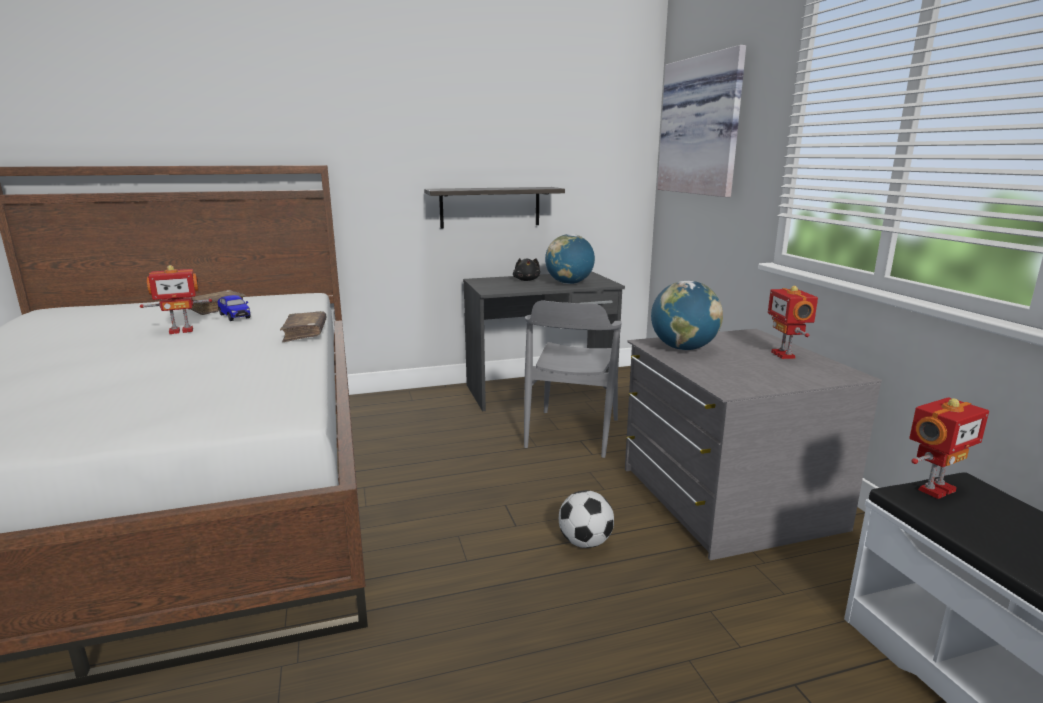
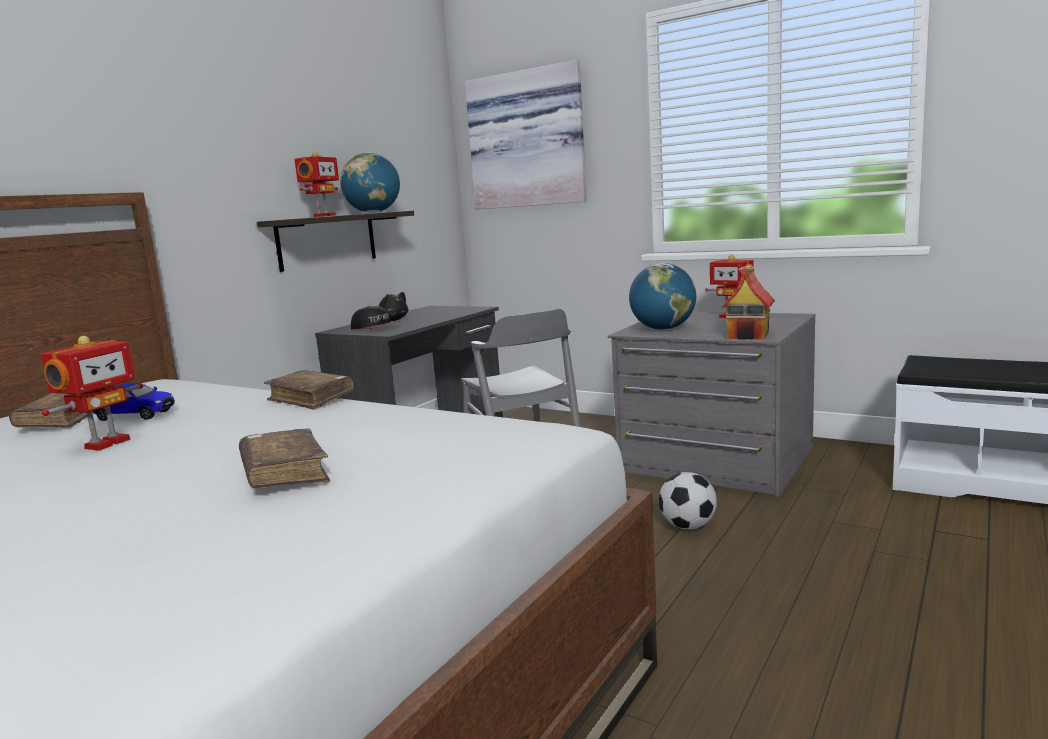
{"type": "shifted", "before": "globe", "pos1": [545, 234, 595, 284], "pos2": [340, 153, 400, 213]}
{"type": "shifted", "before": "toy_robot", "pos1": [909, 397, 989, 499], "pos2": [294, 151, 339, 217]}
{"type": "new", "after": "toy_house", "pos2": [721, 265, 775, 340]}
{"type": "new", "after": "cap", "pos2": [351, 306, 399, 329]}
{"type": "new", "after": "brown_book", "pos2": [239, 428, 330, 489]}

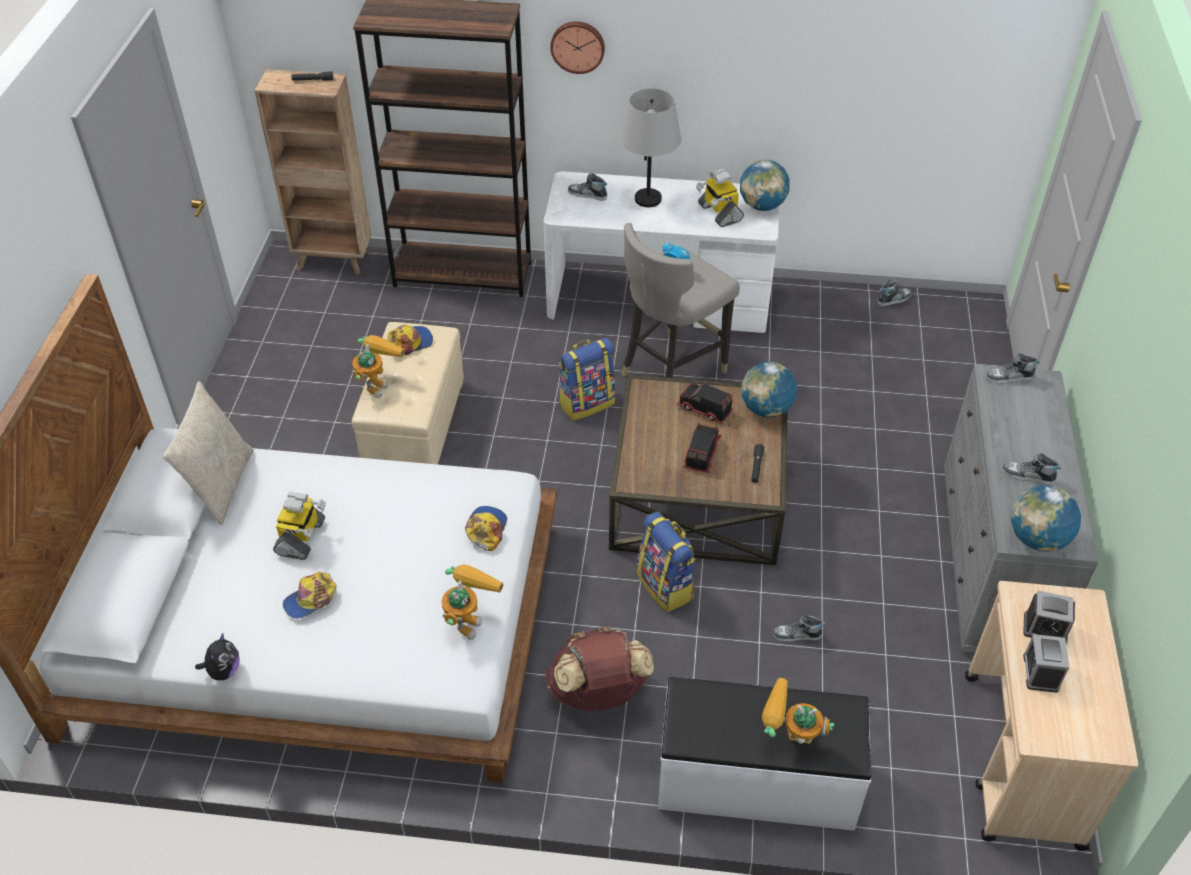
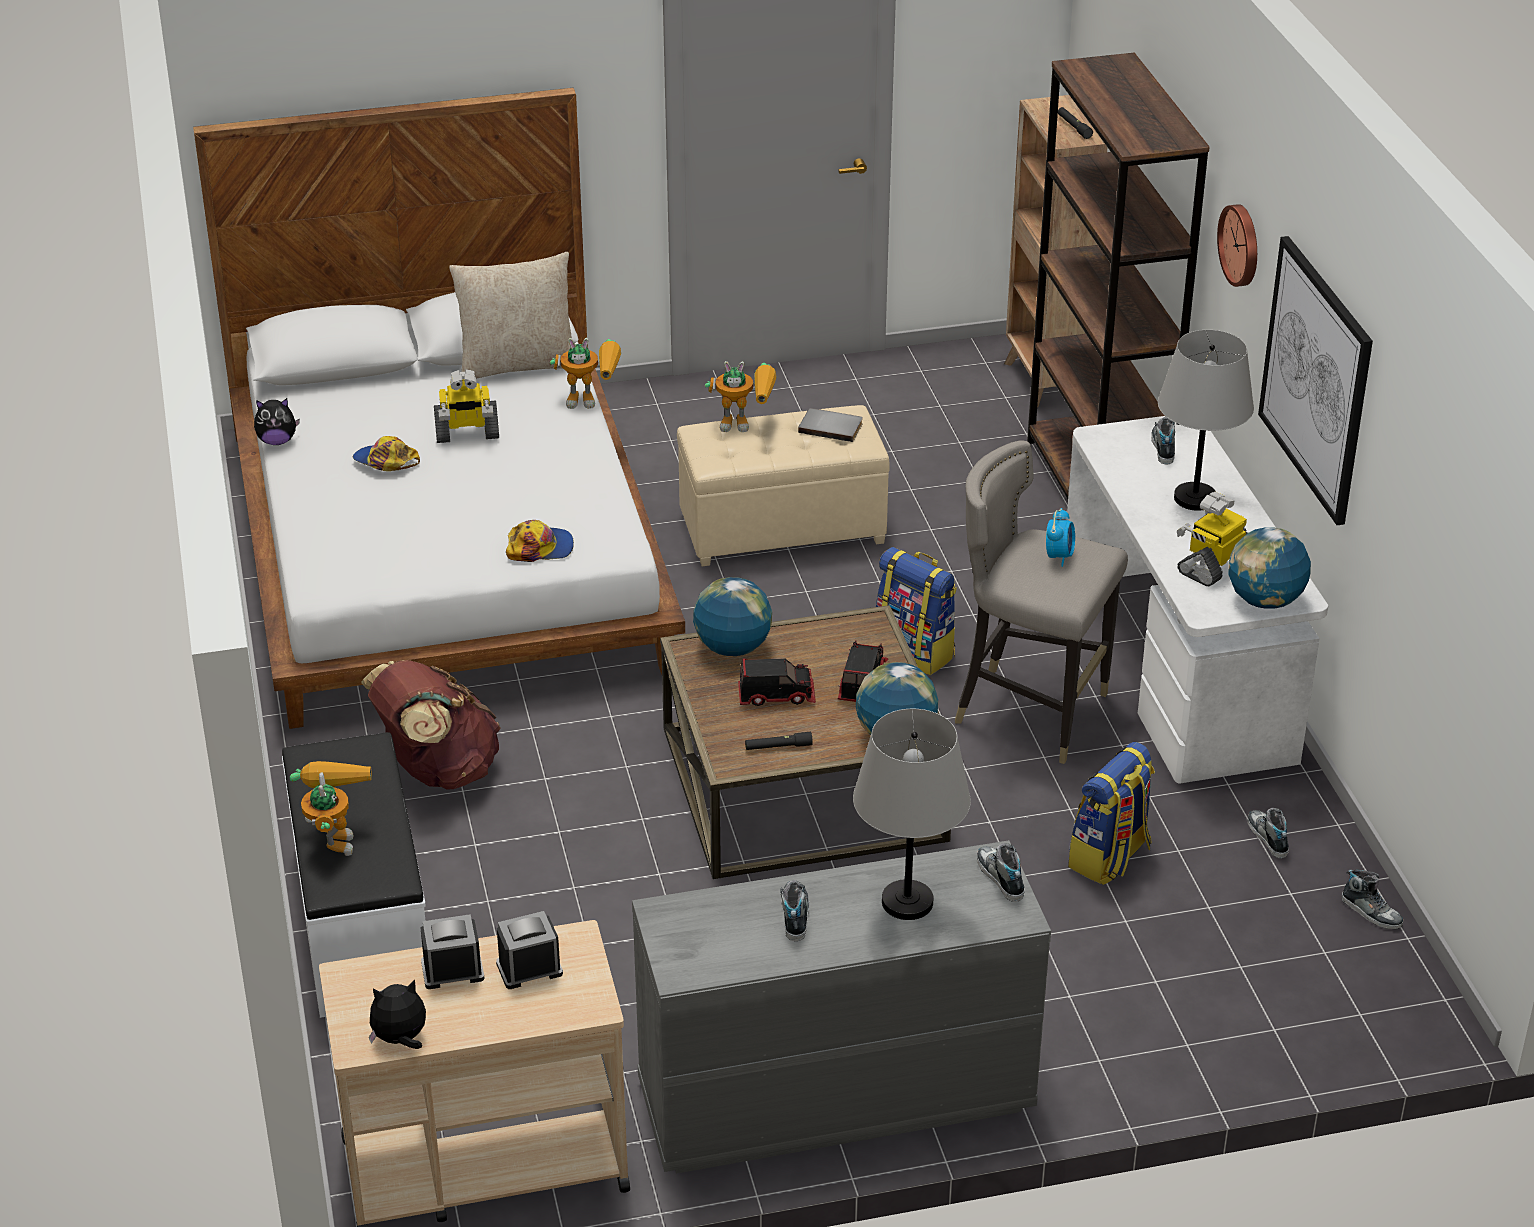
{"type": "swapped", "before": "cap", "after": "grey_book", "pos1": [387, 324, 433, 355], "pos2": [798, 408, 863, 442]}
{"type": "shifted", "before": "globe", "pos1": [1011, 485, 1081, 551], "pos2": [693, 577, 772, 656]}
{"type": "shifted", "before": "backpack", "pos1": [637, 512, 696, 612], "pos2": [1068, 742, 1155, 885]}
{"type": "shifted", "before": "toy_robot", "pos1": [442, 564, 503, 640], "pos2": [550, 338, 621, 409]}
{"type": "rotated", "before": "alarm_clock", "pos1": [1023, 591, 1075, 643], "pos2": [496, 911, 563, 989], "turn": 75}
{"type": "shifted", "before": "shoe", "pos1": [772, 614, 825, 642], "pos2": [1247, 808, 1289, 858]}
{"type": "new", "after": "picture", "pos2": [1258, 236, 1373, 525]}
{"type": "new", "after": "grey_table_lamp", "pos2": [853, 709, 971, 920]}
{"type": "new", "after": "plush_toy", "pos2": [369, 979, 426, 1049]}

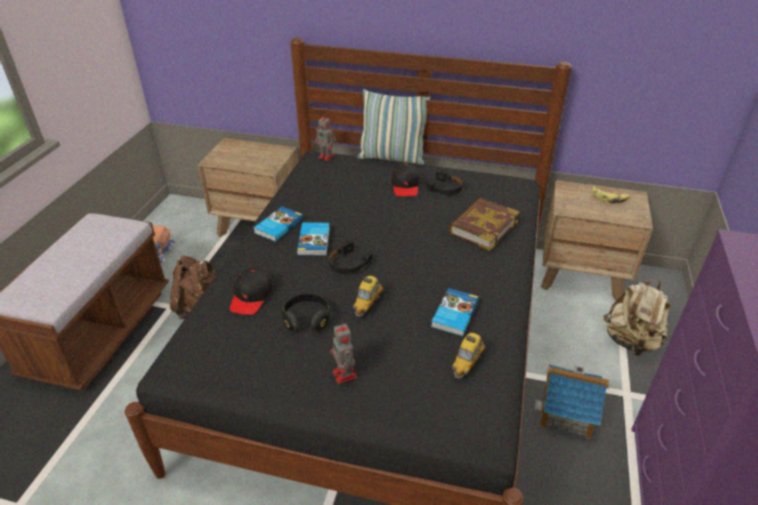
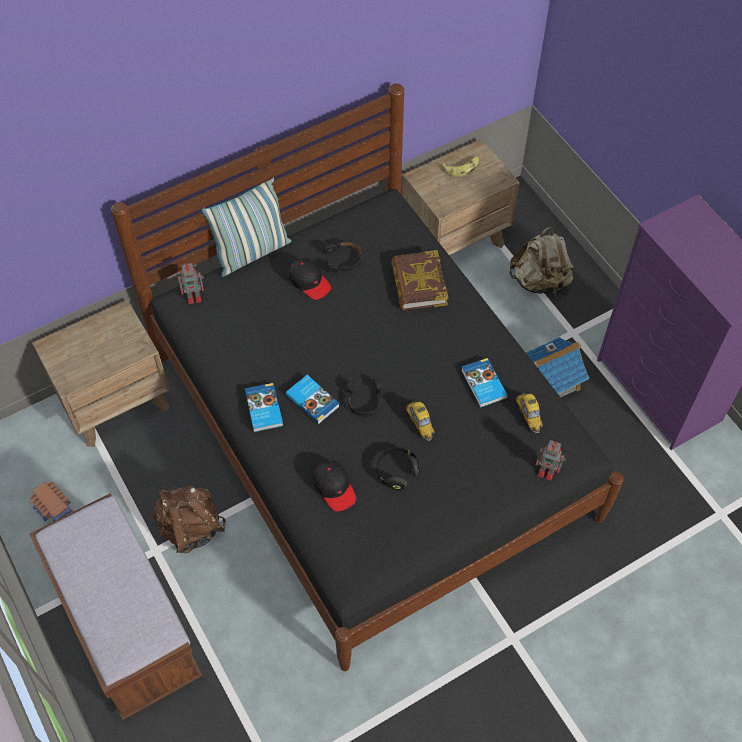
{"type": "shifted", "before": "toy_robot", "pos1": [330, 322, 357, 384], "pos2": [536, 440, 566, 481]}

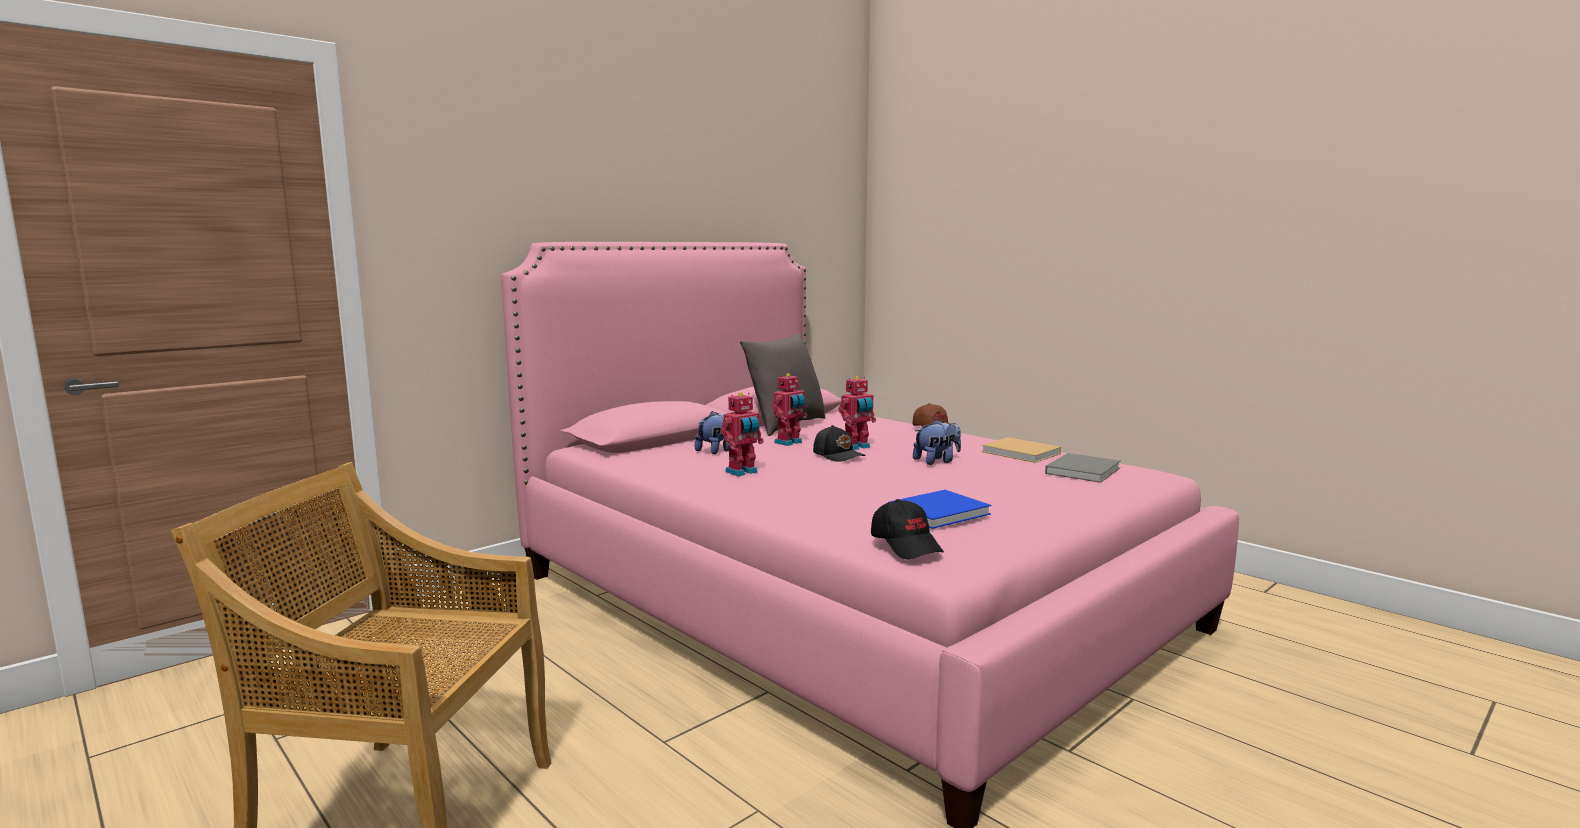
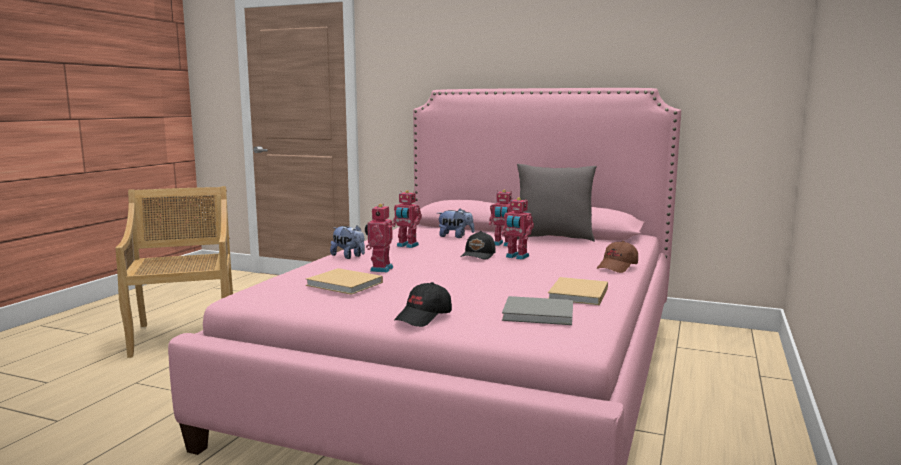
{"type": "shifted", "before": "plush_toy", "pos1": [913, 419, 961, 465], "pos2": [330, 225, 365, 259]}
{"type": "repainted", "before": "blue_book", "after": "beige_book", "pos1": [888, 490, 991, 529], "pos2": [306, 268, 383, 295]}
{"type": "shifted", "before": "black_cap", "pos1": [871, 499, 944, 559], "pos2": [394, 282, 452, 327]}
{"type": "new", "after": "toy_robot", "pos2": [365, 204, 393, 272]}

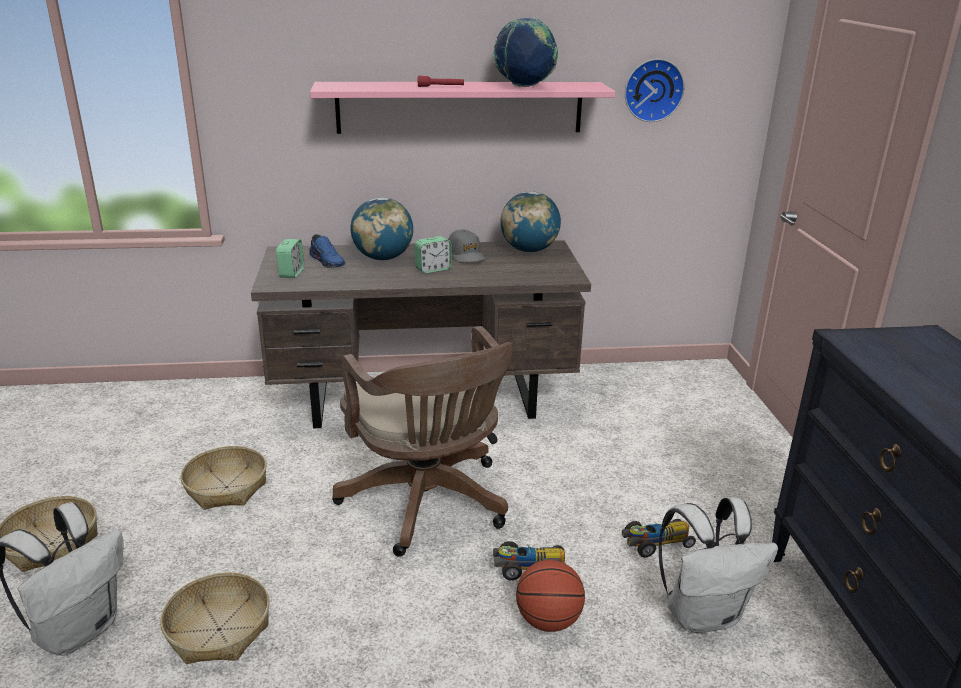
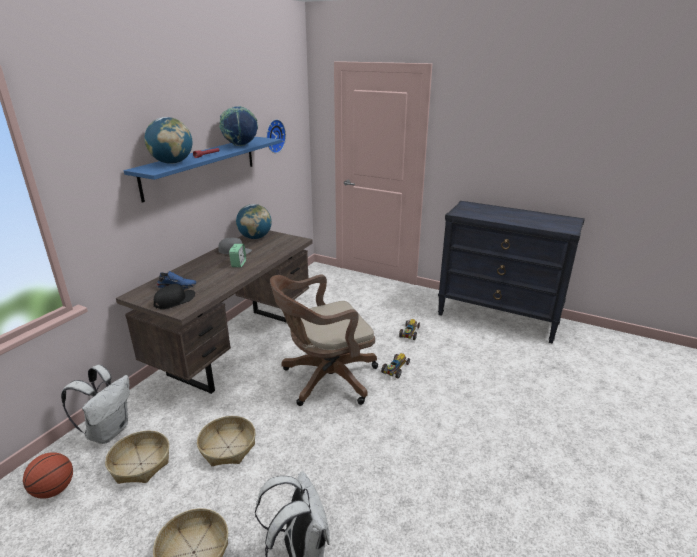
{"type": "repainted", "before": "pink_shelf", "after": "blue_shelf", "pos1": [310, 82, 616, 134], "pos2": [124, 137, 282, 203]}
{"type": "shifted", "before": "globe", "pos1": [351, 197, 413, 260], "pos2": [145, 117, 192, 164]}
{"type": "swapped", "before": "alarm_clock", "after": "black_cap", "pos1": [276, 239, 304, 278], "pos2": [153, 284, 195, 309]}
{"type": "rotated", "before": "brown_office_chair", "pos1": [332, 326, 513, 557], "pos2": [270, 274, 378, 406], "turn": 150}
{"type": "shifted", "before": "white_backpack", "pos1": [659, 497, 778, 633], "pos2": [61, 365, 130, 444]}
{"type": "shifted", "before": "basketball", "pos1": [516, 560, 585, 632], "pos2": [23, 452, 73, 499]}
{"type": "shifted", "before": "basket", "pos1": [160, 572, 270, 664], "pos2": [105, 431, 169, 484]}

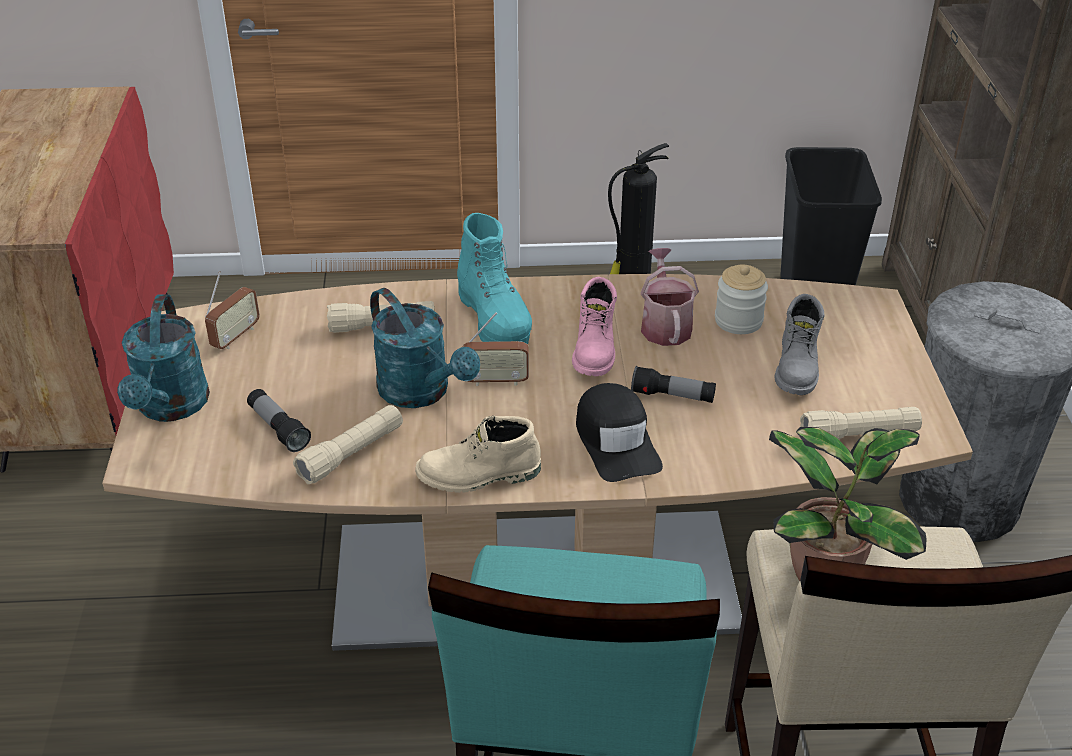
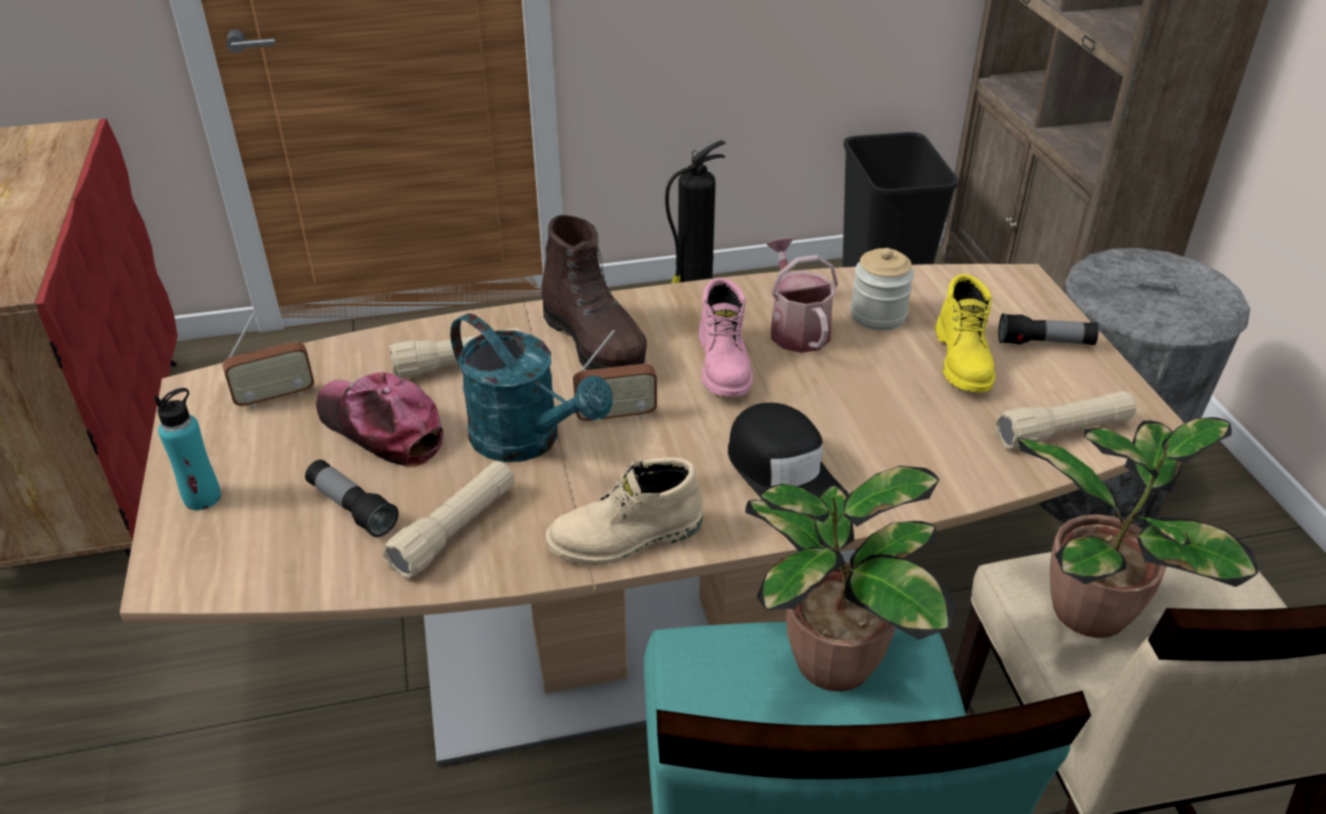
{"type": "repainted", "before": "turquoise_boot", "after": "brown_boot", "pos1": [457, 213, 532, 344], "pos2": [541, 215, 647, 370]}
{"type": "rotated", "before": "radio", "pos1": [205, 271, 260, 349], "pos2": [222, 312, 314, 409], "turn": 45}
{"type": "swapped", "before": "turquoise_watering_can", "after": "turquoise_bottle", "pos1": [117, 294, 210, 422], "pos2": [154, 388, 221, 510]}
{"type": "repainted", "before": "grey_boot", "after": "yellow_boot", "pos1": [774, 294, 825, 395], "pos2": [935, 274, 995, 393]}
{"type": "shifted", "before": "flashlight", "pos1": [631, 366, 716, 403], "pos2": [998, 313, 1099, 345]}
{"type": "new", "after": "cap", "pos2": [316, 372, 443, 467]}
{"type": "new", "after": "potted_plant", "pos2": [745, 466, 956, 692]}

